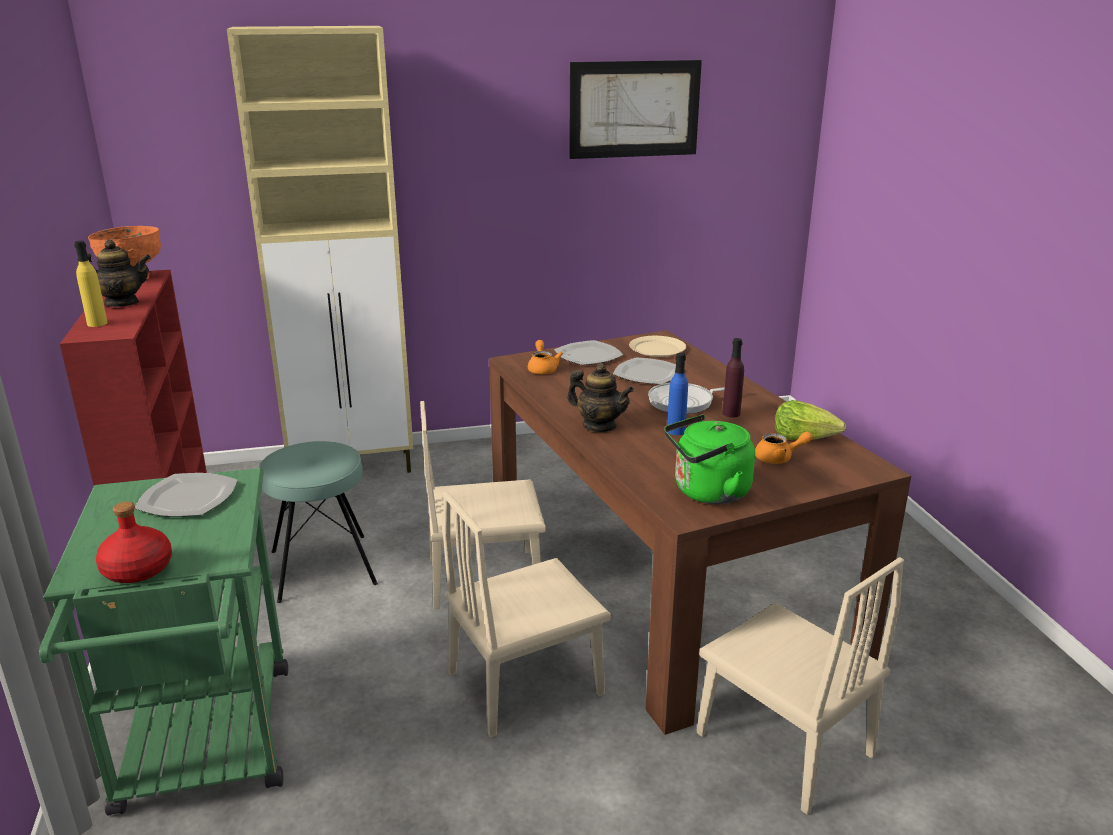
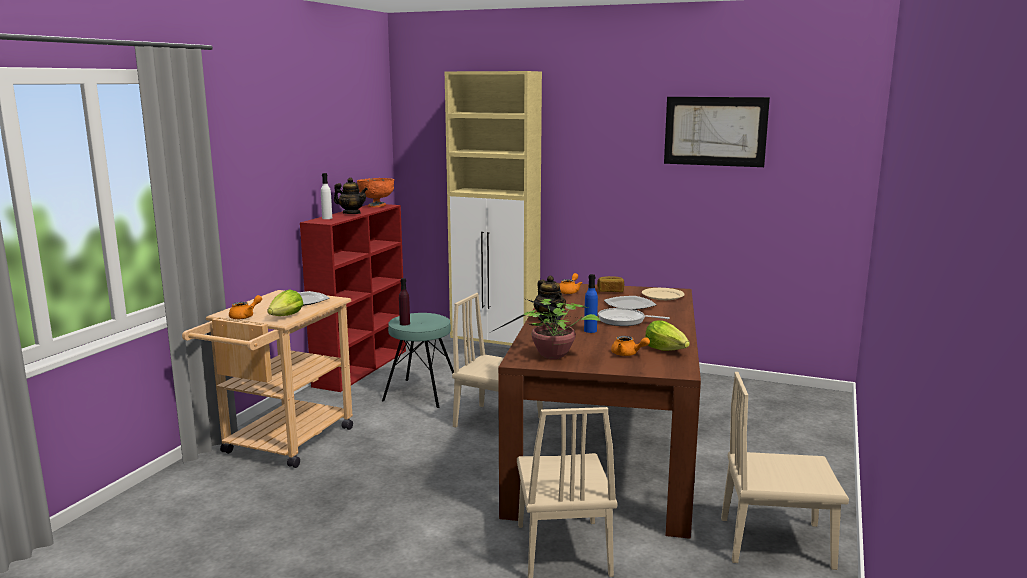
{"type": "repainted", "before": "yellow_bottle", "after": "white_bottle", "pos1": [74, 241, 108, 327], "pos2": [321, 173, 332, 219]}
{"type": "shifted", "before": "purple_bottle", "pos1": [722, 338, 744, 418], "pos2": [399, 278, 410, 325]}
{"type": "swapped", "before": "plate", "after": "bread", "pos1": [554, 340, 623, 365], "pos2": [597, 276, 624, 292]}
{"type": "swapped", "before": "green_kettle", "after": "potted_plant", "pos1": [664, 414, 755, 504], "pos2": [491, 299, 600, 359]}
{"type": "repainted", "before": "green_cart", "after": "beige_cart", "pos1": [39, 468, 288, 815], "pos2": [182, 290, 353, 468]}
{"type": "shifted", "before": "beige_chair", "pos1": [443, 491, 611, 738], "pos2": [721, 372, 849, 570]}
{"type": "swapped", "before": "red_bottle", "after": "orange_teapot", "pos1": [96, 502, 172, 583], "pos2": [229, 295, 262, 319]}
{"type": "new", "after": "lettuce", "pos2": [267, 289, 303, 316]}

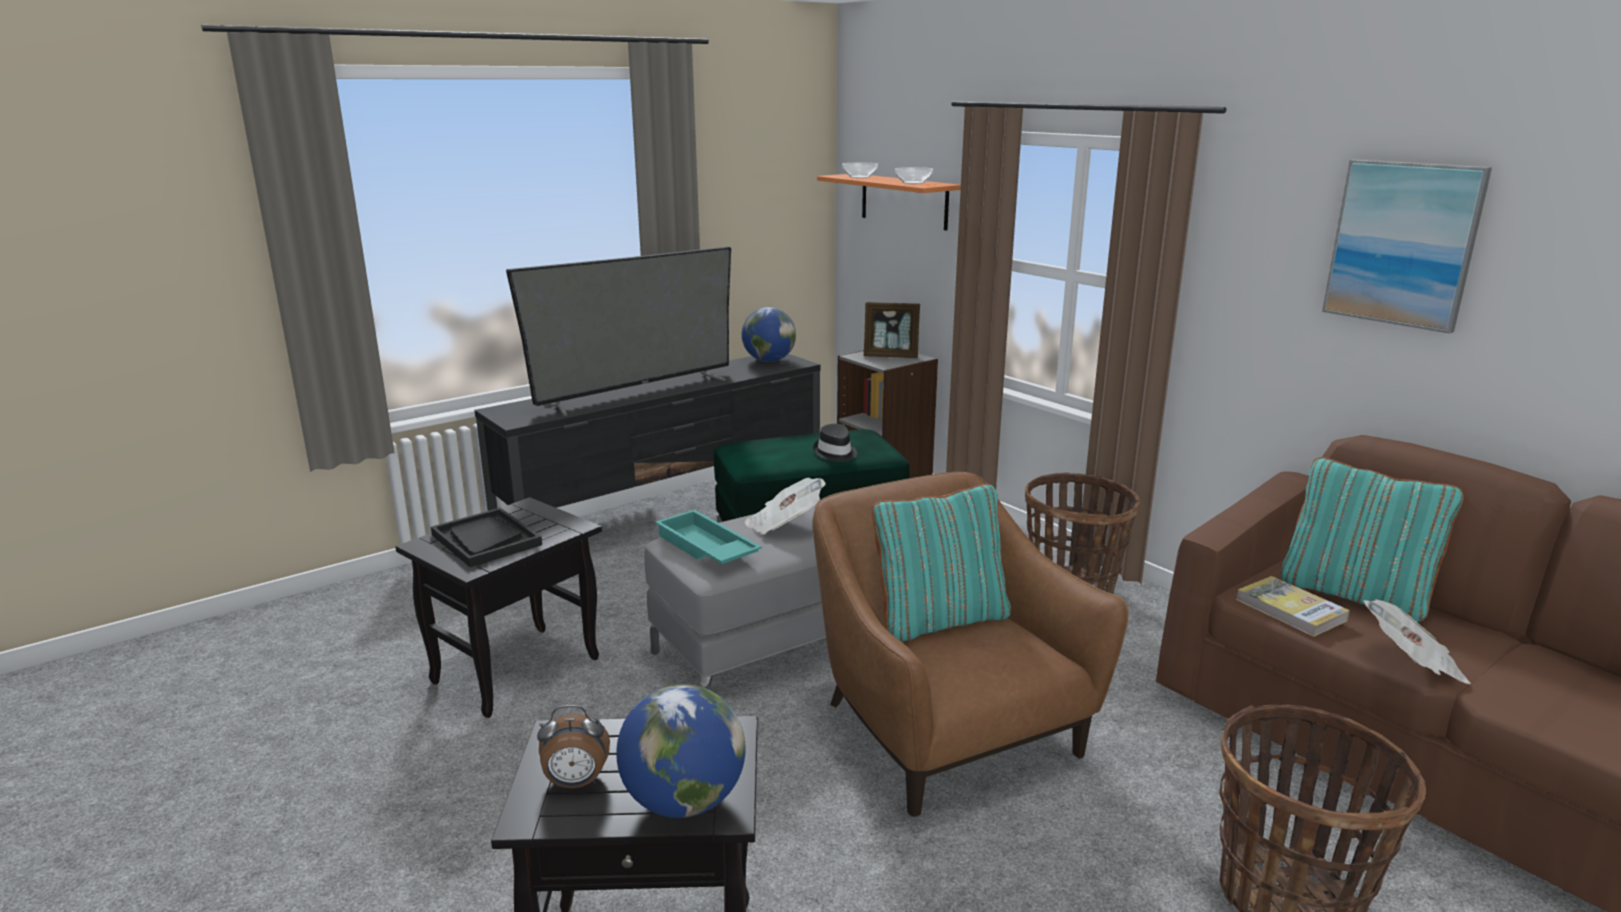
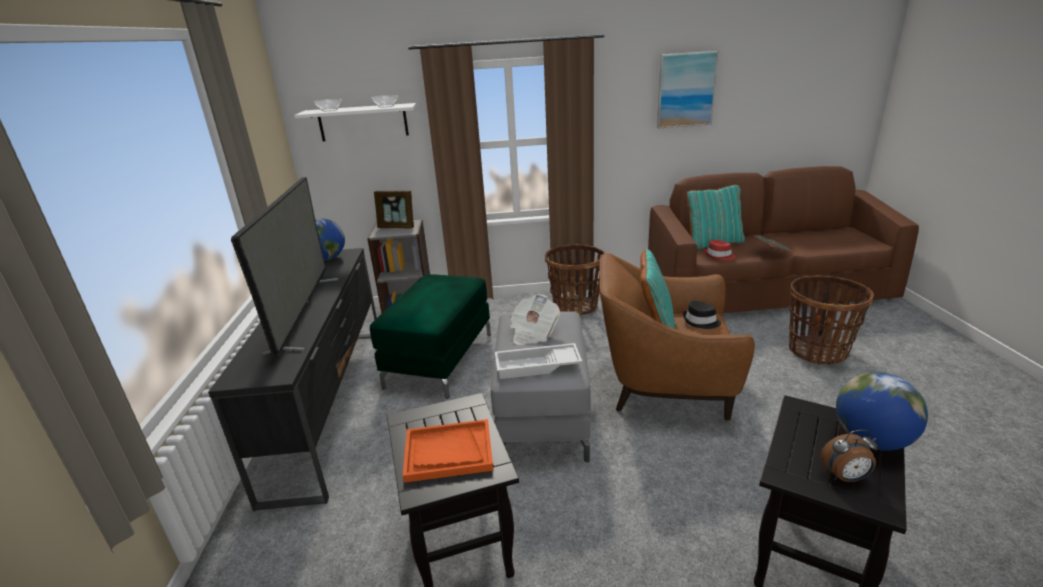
{"type": "repainted", "before": "orange_shelf", "after": "white_shelf", "pos1": [817, 174, 961, 231], "pos2": [294, 103, 416, 141]}
{"type": "rotated", "before": "picture_frame", "pos1": [864, 302, 920, 358], "pos2": [374, 191, 414, 229], "turn": 60}
{"type": "shifted", "before": "black_hat", "pos1": [813, 424, 857, 462], "pos2": [683, 301, 721, 329]}
{"type": "repainted", "before": "black_tray", "after": "orange_tray", "pos1": [431, 508, 542, 567], "pos2": [402, 419, 494, 483]}
{"type": "repainted", "before": "turquoise_tray", "after": "white_tray", "pos1": [655, 510, 762, 564], "pos2": [495, 343, 582, 379]}
{"type": "swapped", "before": "book", "after": "red_hat", "pos1": [1236, 576, 1350, 637], "pos2": [704, 240, 736, 260]}
{"type": "rotated", "before": "alarm_clock", "pos1": [537, 705, 610, 788], "pos2": [820, 430, 878, 482], "turn": 60}

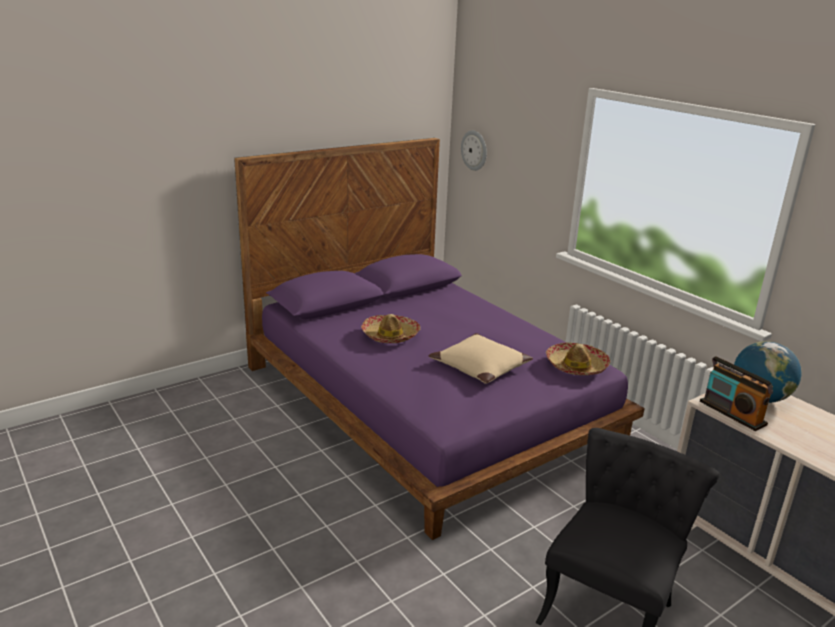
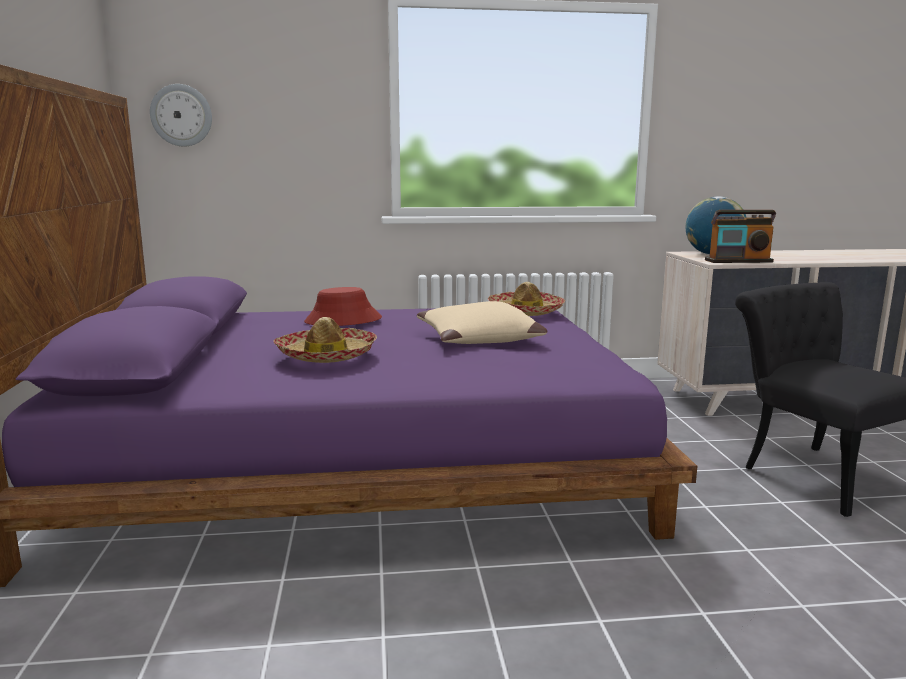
{"type": "new", "after": "red_hat", "pos2": [304, 287, 382, 326]}

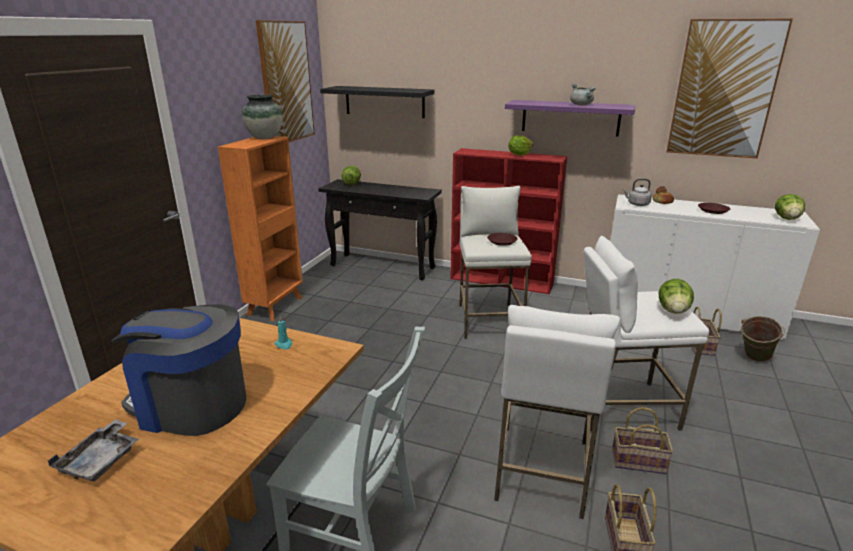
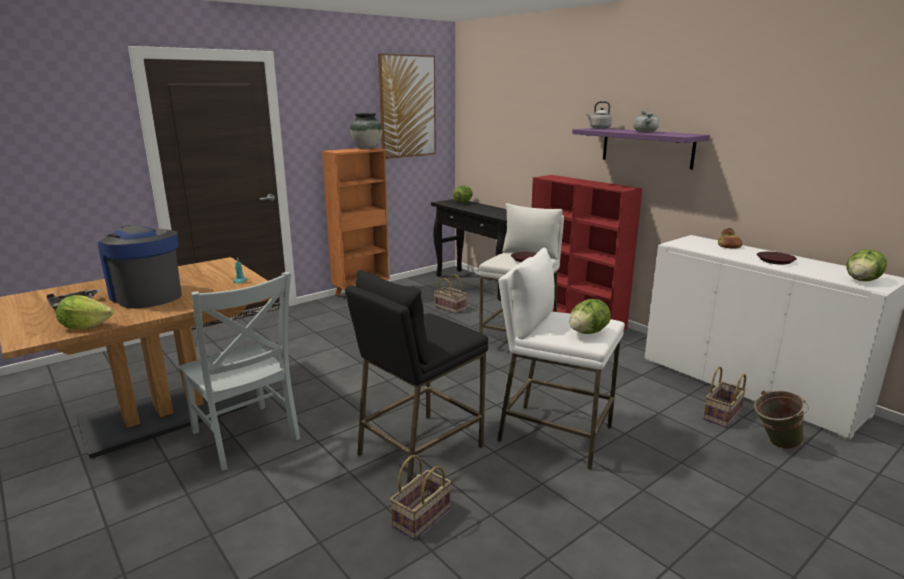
{"type": "gone", "before": "picture", "pos1": [666, 18, 793, 158]}
{"type": "gone", "before": "black_shelf", "pos1": [320, 86, 435, 118]}
{"type": "shifted", "before": "lettuce", "pos1": [508, 136, 534, 155], "pos2": [56, 295, 114, 330]}
{"type": "shifted", "before": "grey_kettle", "pos1": [623, 178, 652, 206], "pos2": [586, 101, 612, 129]}
{"type": "repainted", "before": "white_stool", "after": "black_stool", "pos1": [494, 305, 620, 519], "pos2": [345, 270, 488, 484]}
{"type": "shifted", "before": "basket", "pos1": [612, 407, 673, 474], "pos2": [434, 274, 467, 314]}

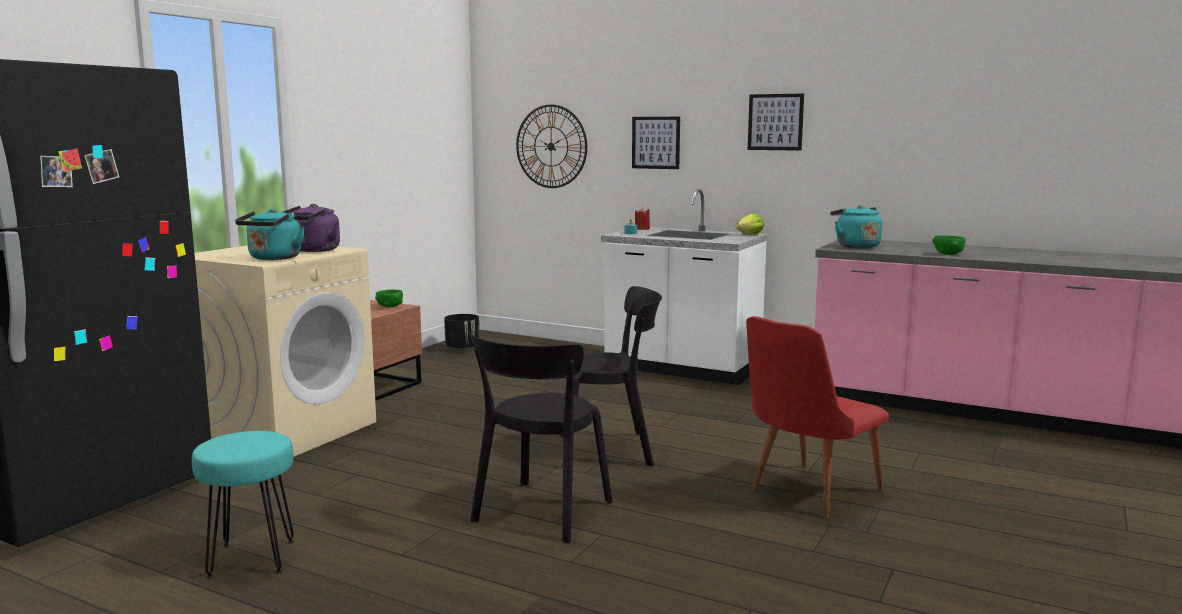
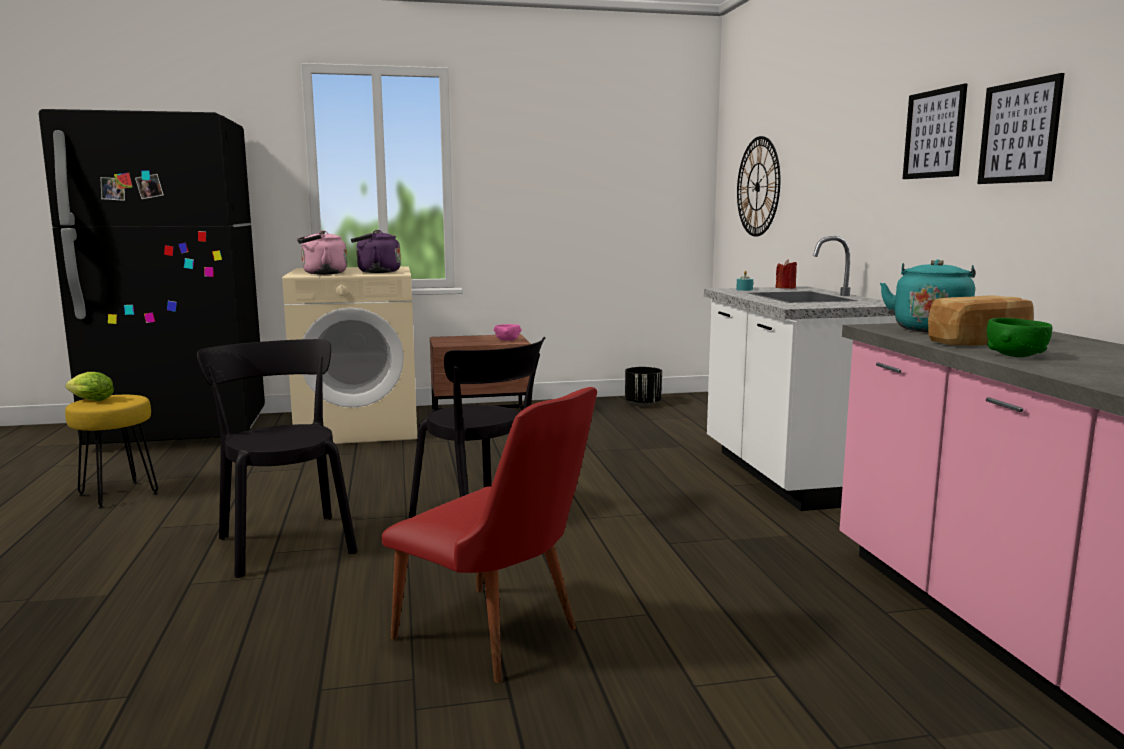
{"type": "shifted", "before": "picture", "pos1": [632, 117, 680, 169], "pos2": [977, 73, 1064, 184]}
{"type": "repainted", "before": "turquoise_kettle", "after": "pink_kettle", "pos1": [235, 209, 305, 260], "pos2": [297, 230, 347, 274]}
{"type": "shifted", "before": "lettuce", "pos1": [736, 213, 764, 235], "pos2": [65, 372, 114, 401]}
{"type": "repainted", "before": "green_bowl", "after": "pink_bowl", "pos1": [375, 289, 403, 307], "pos2": [494, 324, 522, 341]}
{"type": "rotated", "before": "red_chair", "pos1": [746, 316, 889, 518], "pos2": [381, 387, 597, 683], "turn": -150}
{"type": "rotated", "before": "black_chair", "pos1": [468, 331, 613, 543], "pos2": [197, 339, 357, 578], "turn": 75}
{"type": "repainted", "before": "turquoise_stool", "after": "yellow_stool", "pos1": [192, 431, 294, 579], "pos2": [65, 395, 159, 509]}
{"type": "new", "after": "bread", "pos2": [928, 296, 1034, 346]}

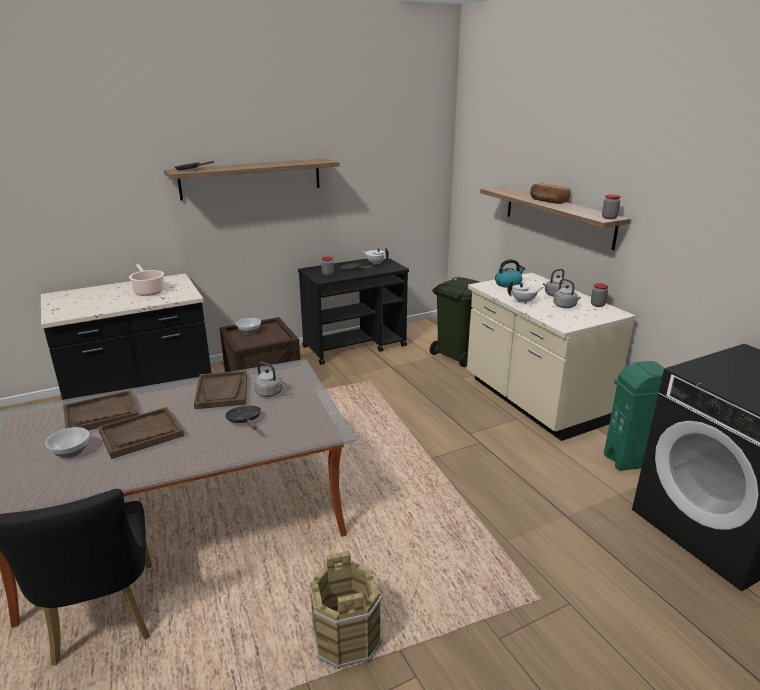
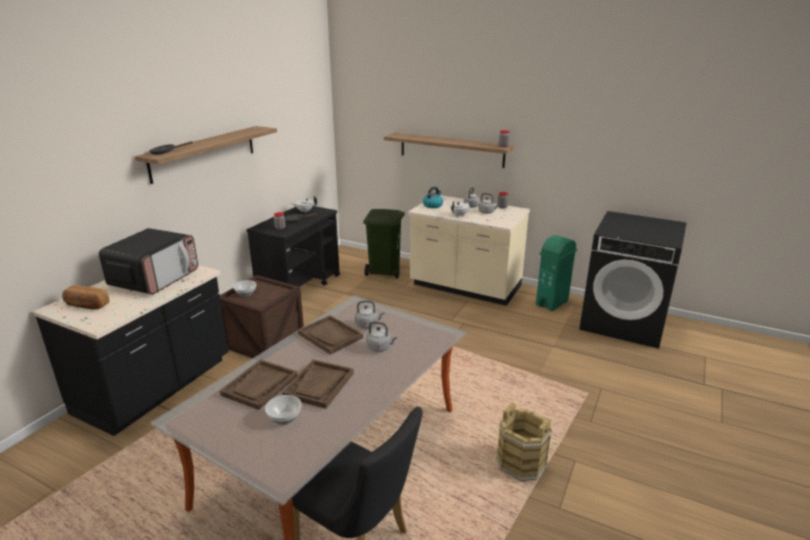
{"type": "shifted", "before": "bread", "pos1": [530, 183, 570, 204], "pos2": [62, 285, 110, 310]}
{"type": "swapped", "before": "cooking_pot", "after": "microwave", "pos1": [129, 264, 164, 296], "pos2": [99, 228, 198, 294]}
{"type": "swapped", "before": "black_frying_pan", "after": "grey_kettle", "pos1": [225, 405, 261, 430], "pos2": [366, 321, 397, 352]}

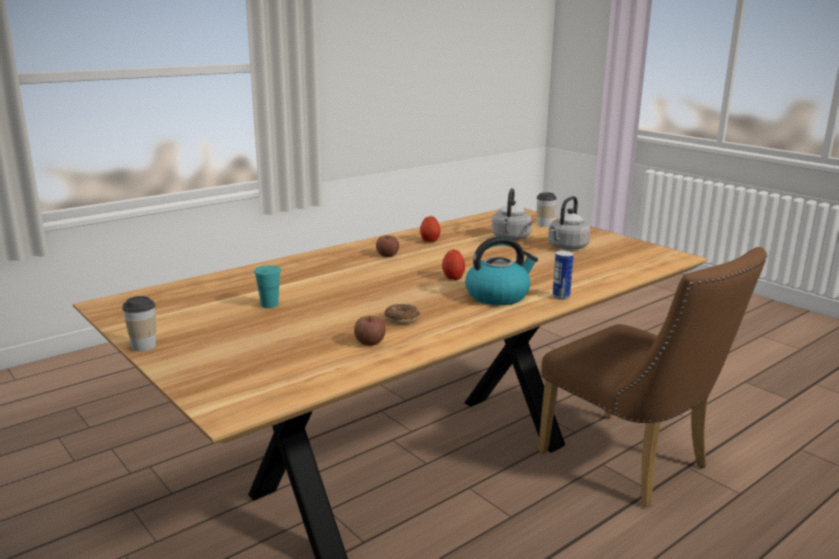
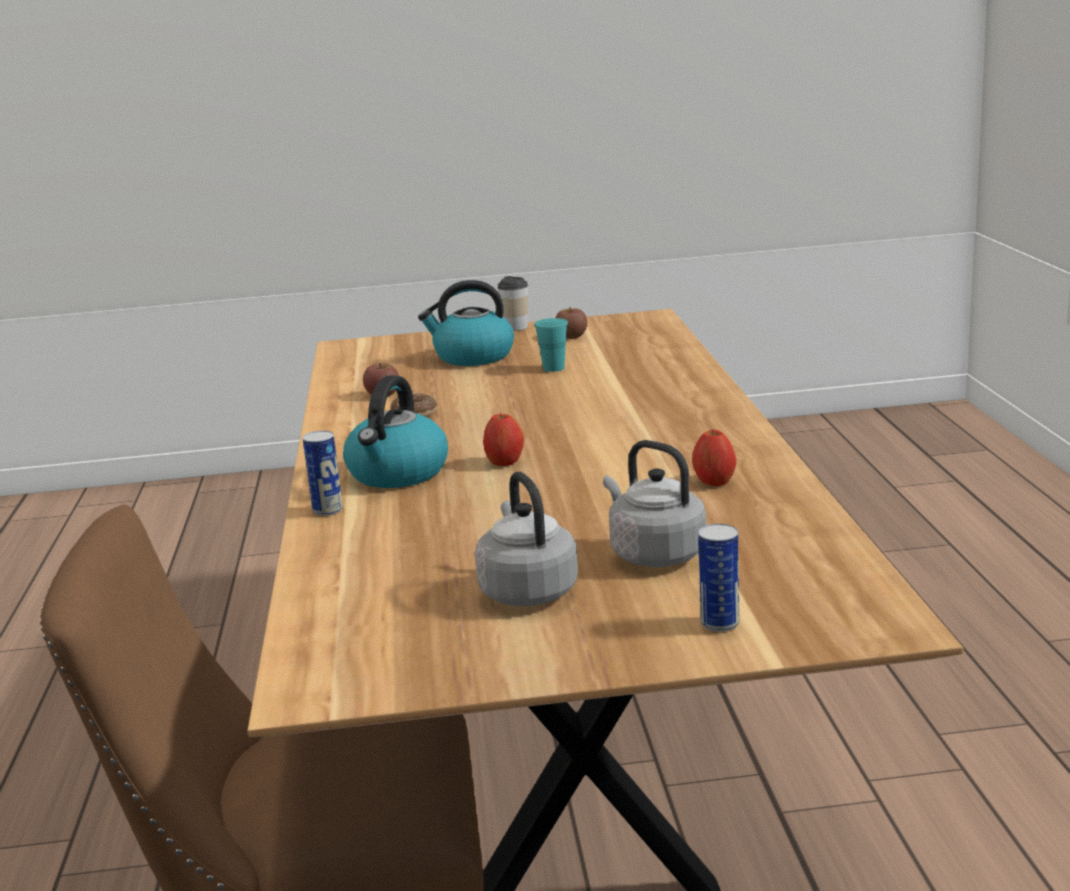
{"type": "swapped", "before": "cup", "after": "can", "pos1": [537, 192, 556, 227], "pos2": [698, 524, 740, 632]}
{"type": "shifted", "before": "apple", "pos1": [376, 235, 399, 257], "pos2": [556, 307, 587, 339]}
{"type": "new", "after": "kettle", "pos2": [418, 280, 514, 366]}

